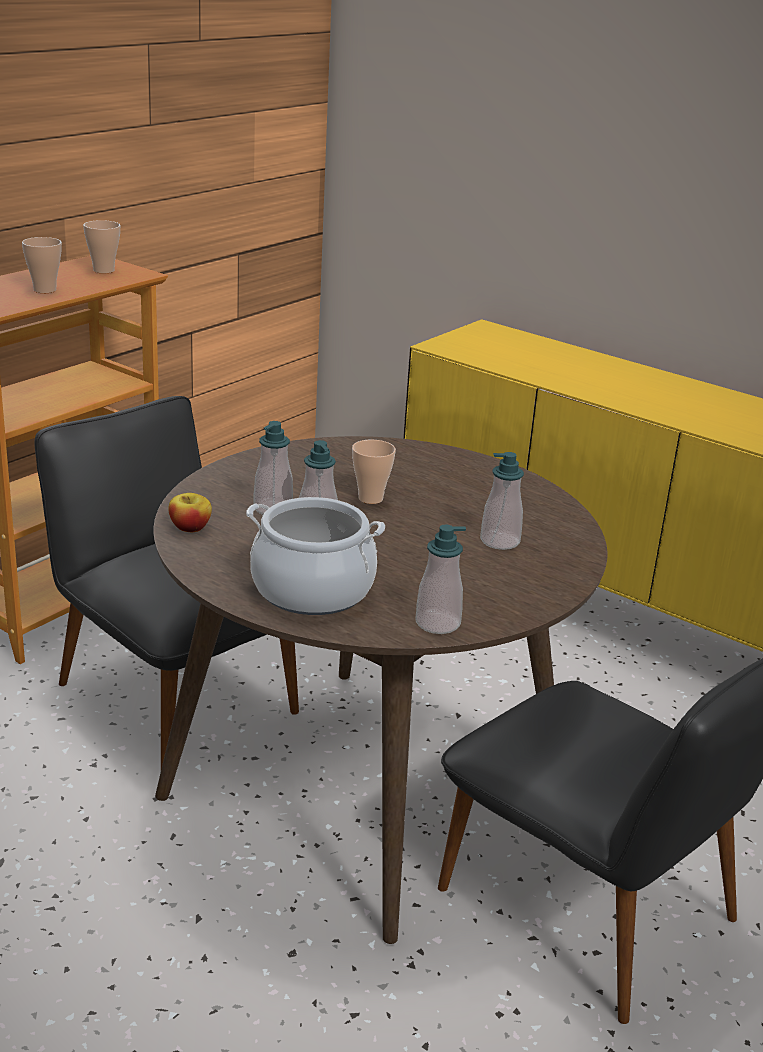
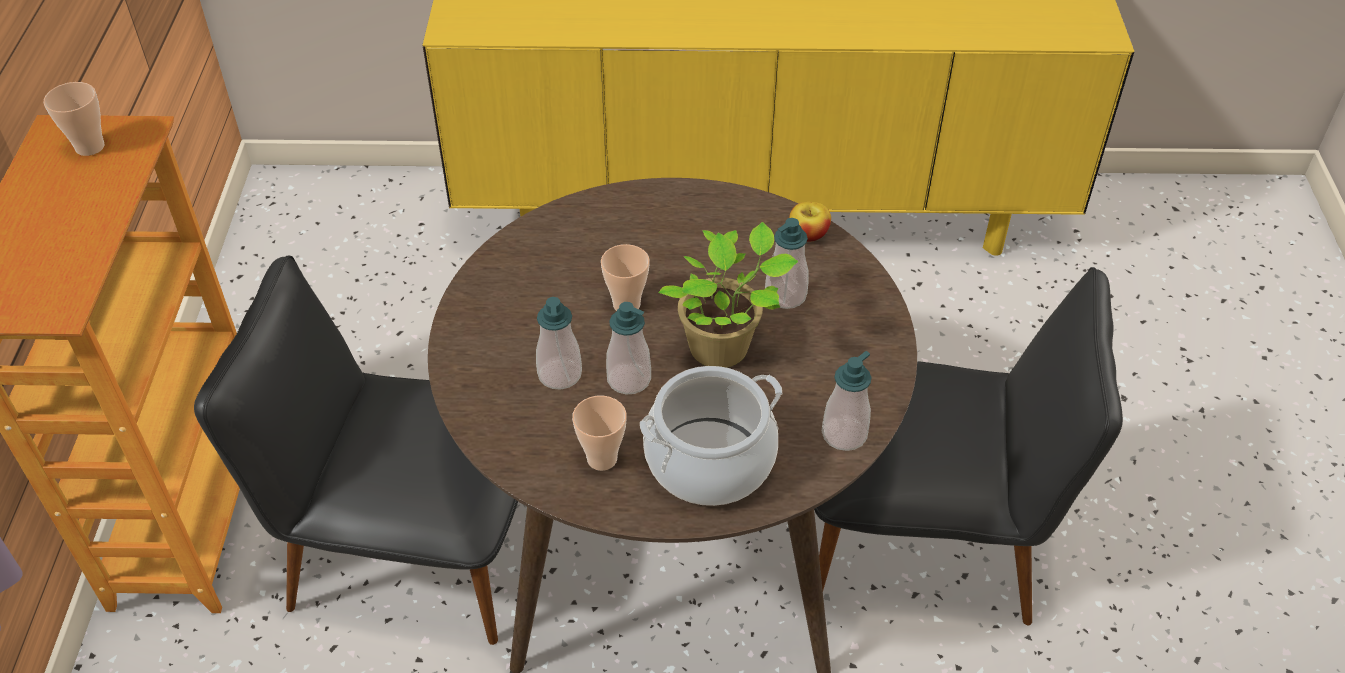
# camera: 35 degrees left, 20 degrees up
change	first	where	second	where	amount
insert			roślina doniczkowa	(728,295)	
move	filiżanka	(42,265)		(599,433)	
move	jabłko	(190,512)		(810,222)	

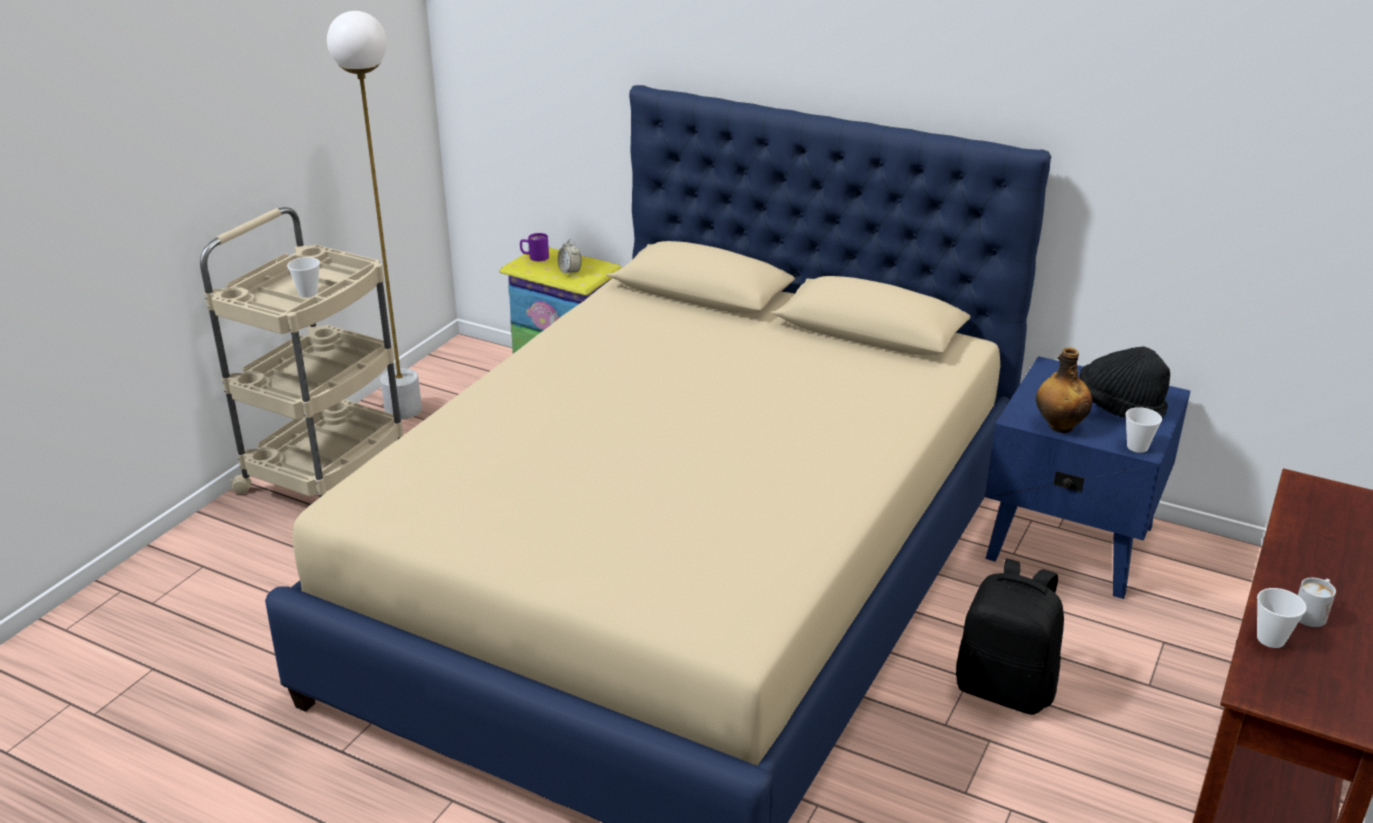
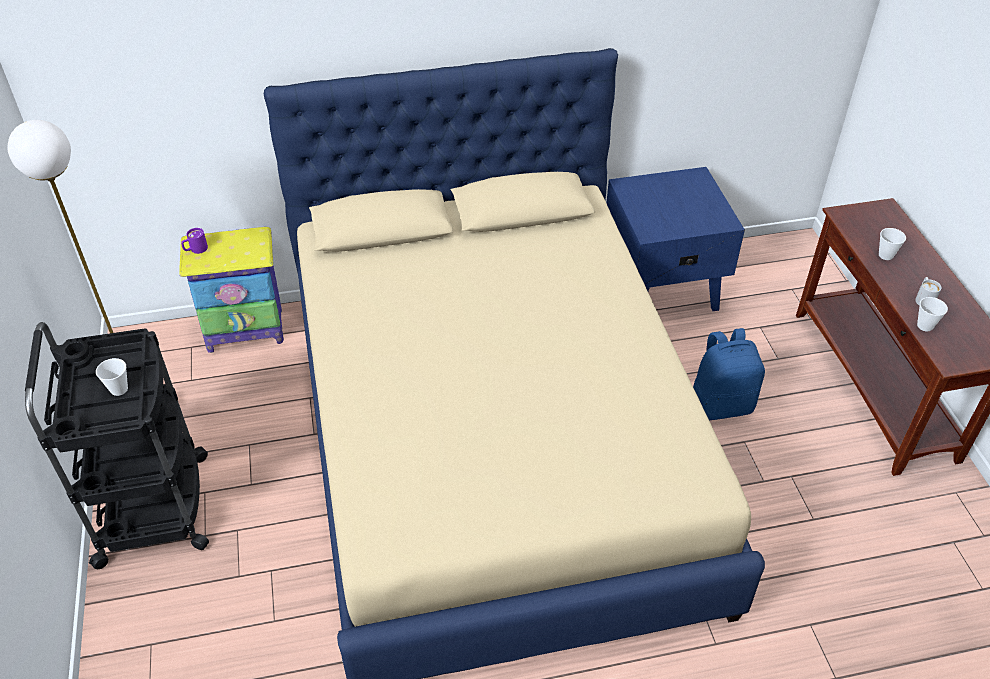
# camera: 40 degrees left, 15 degrees up
change	first	where	second	where	amount
delete	budzik	(569,257)			
delete	butelka	(1064,390)			
delete	kapelusz [czarny]	(1124,383)			
move	filiżanka	(1143,430)		(892,244)	
recolor	wózek [beżowy]	(302,352)	wózek [czarny]	(117,445)	
recolor	plecak [czarny]	(1010,637)	plecak [niebieski]	(729,374)	

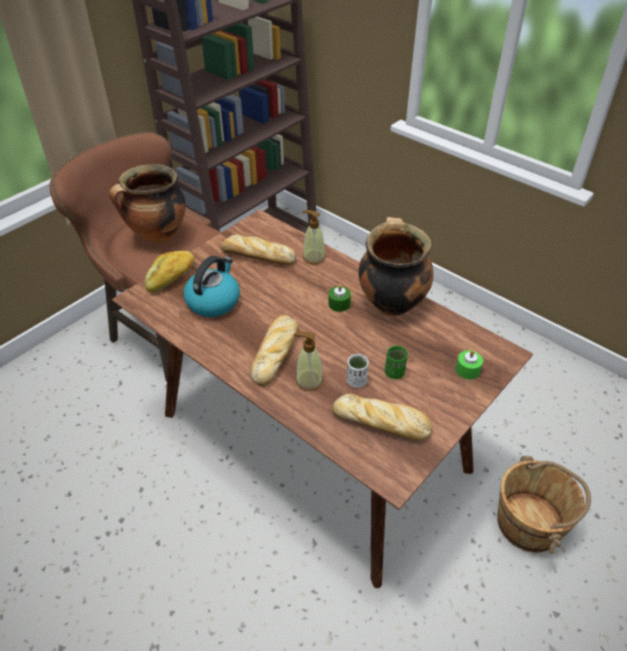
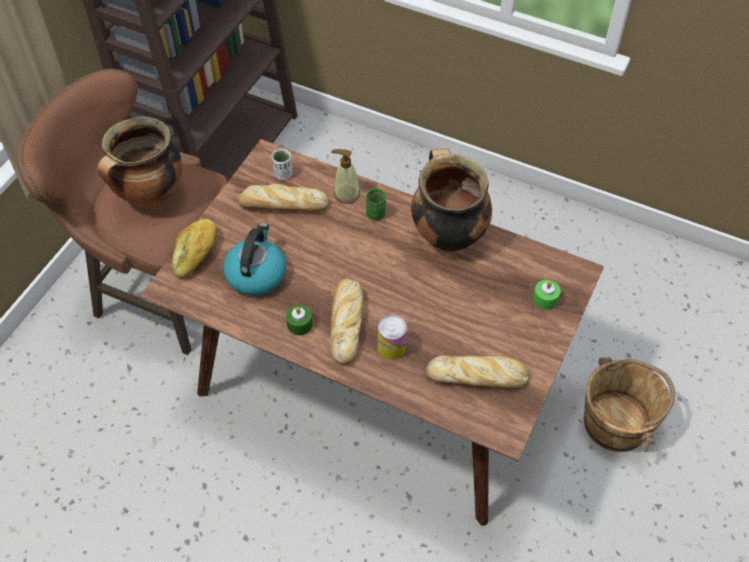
# camera: 15 degrees left, 10 degrees up
change	first	where	second	where	amount
move	świeca [zielony]	(339,298)		(299,320)	
move	filiżanka [biały]	(358,371)		(282,164)	
move	filiżanka [zielony]	(396,362)		(376,204)	
replace	dozownik mydła	(308,361)	puszka	(392,337)	

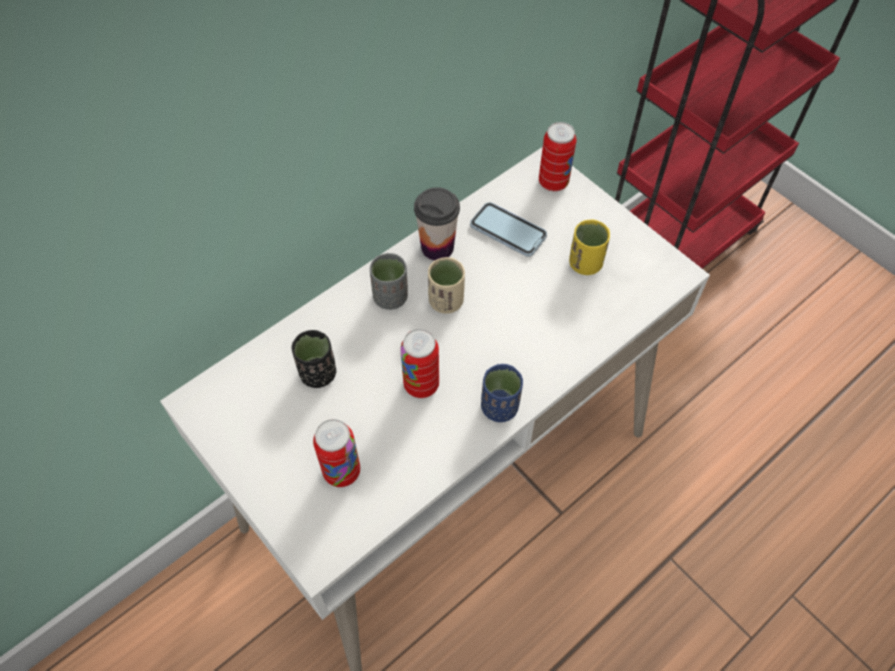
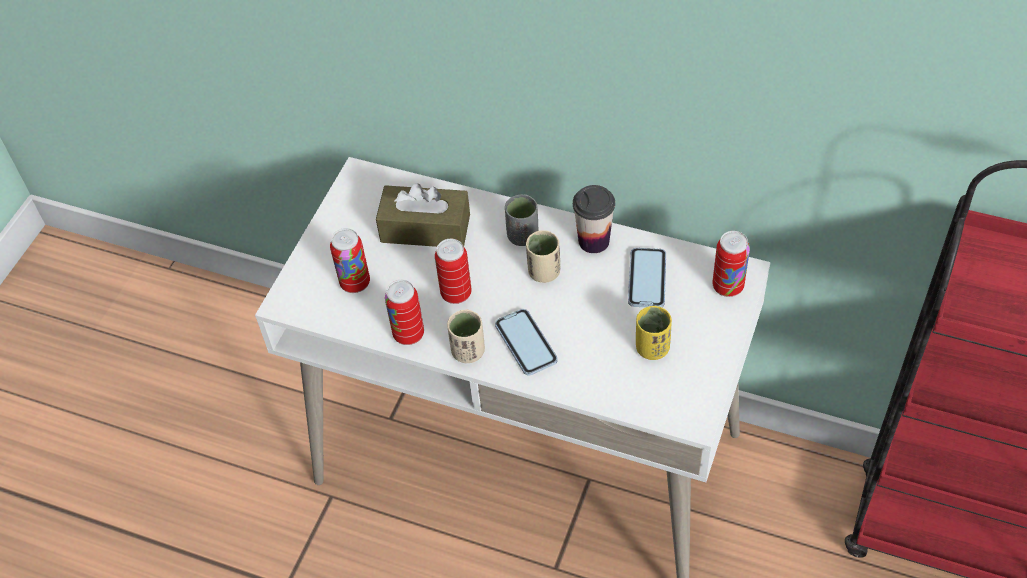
# camera: 65 degrees right, 5 degrees down
change	first	where	second	where	amount
insert			puszka	(404,312)	
insert			telefon	(526,342)	
replace	filiżanka [czarny]	(313,359)	pudełko chusteczek [brązowy]	(423,215)	
recolor	filiżanka [niebieski]	(502,393)	filiżanka [beżowy]	(466,336)	

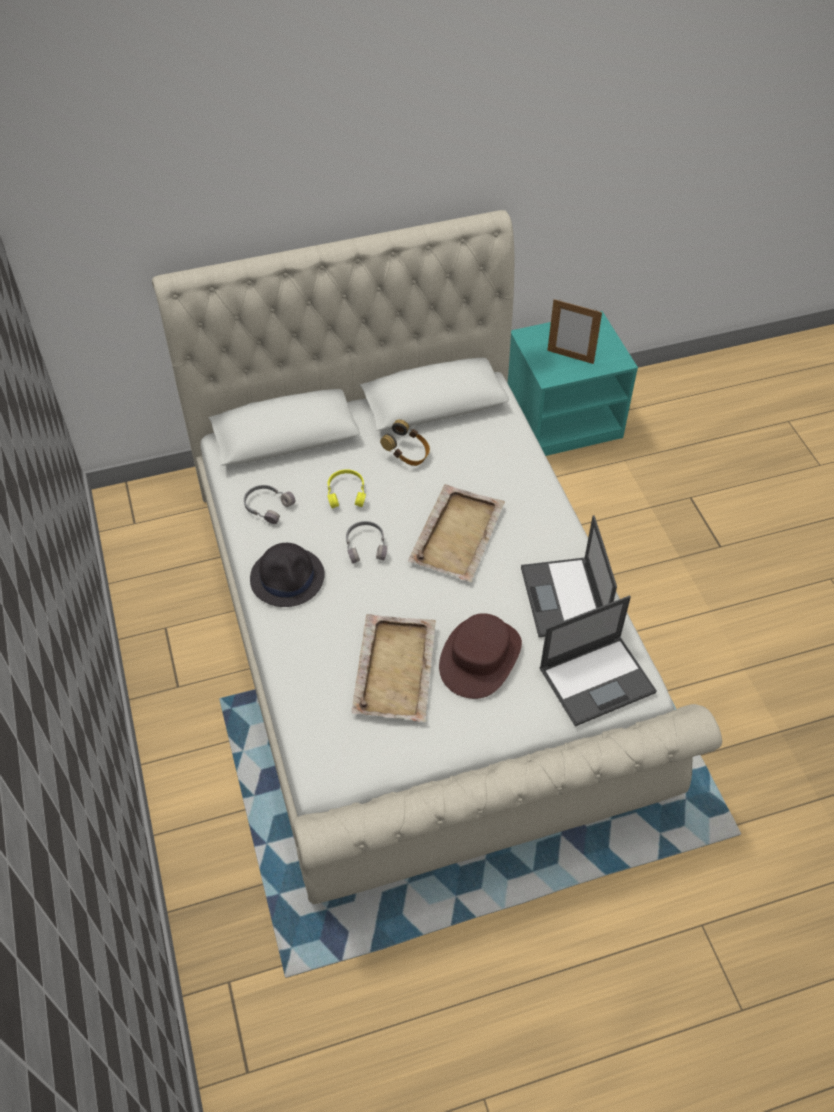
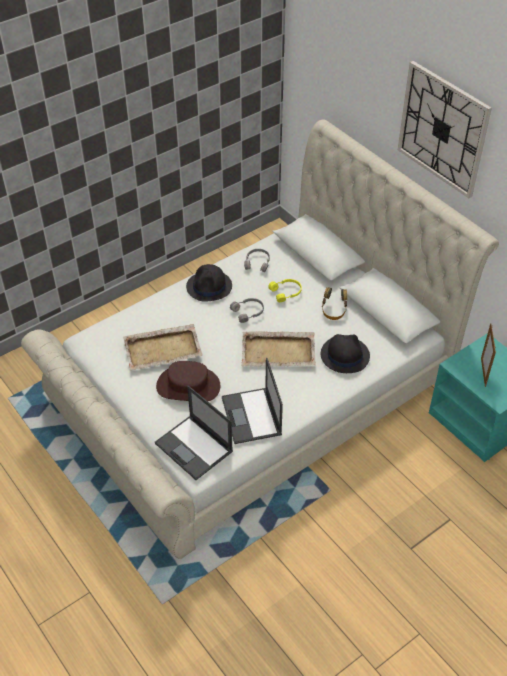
# camera: 70 degrees right, 5 degrees down
change	first	where	second	where	amount
insert			kapelusz [czarny]	(345,353)	
insert			zegar ścienny	(445,129)	
rotate	laptop	(569,576)		(252,401)	75 degrees counterclockwise

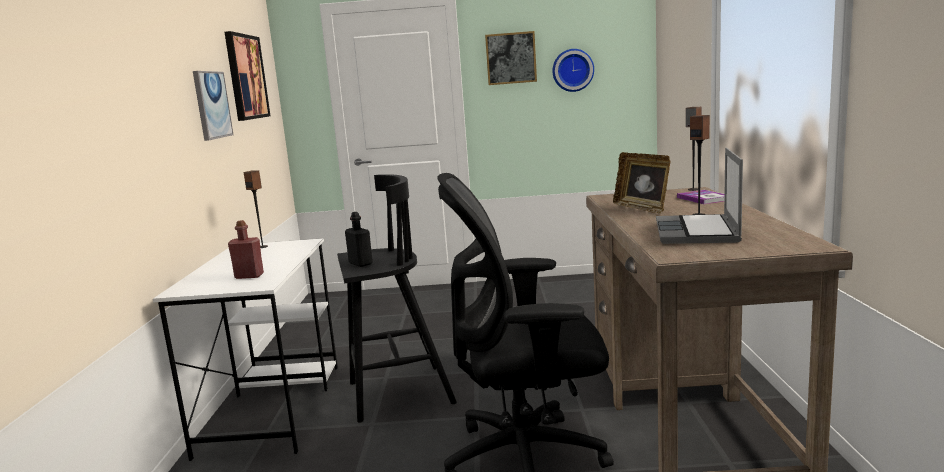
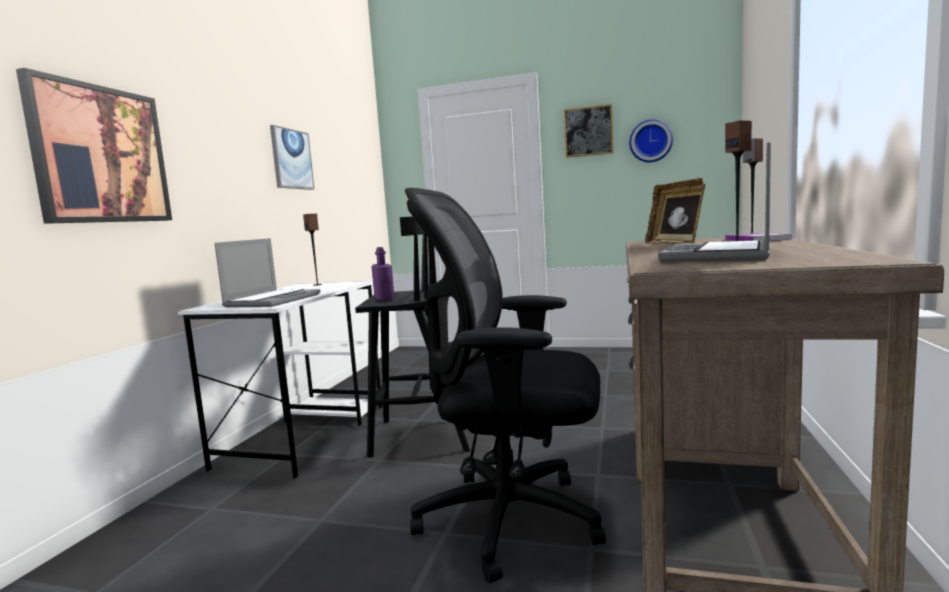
# camera: 15 degrees right, 5 degrees down
change	first	where	second	where	amount
move	obraz	(247,76)		(94,146)	
replace	butelka [czerwony]	(246,249)	laptop	(267,272)	
recolor	butelka [czarny]	(359,239)	butelka [fioletowy]	(383,274)	

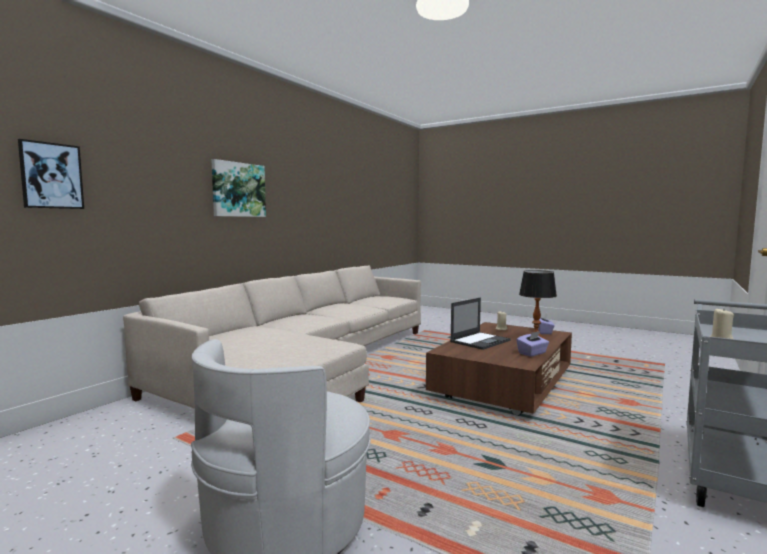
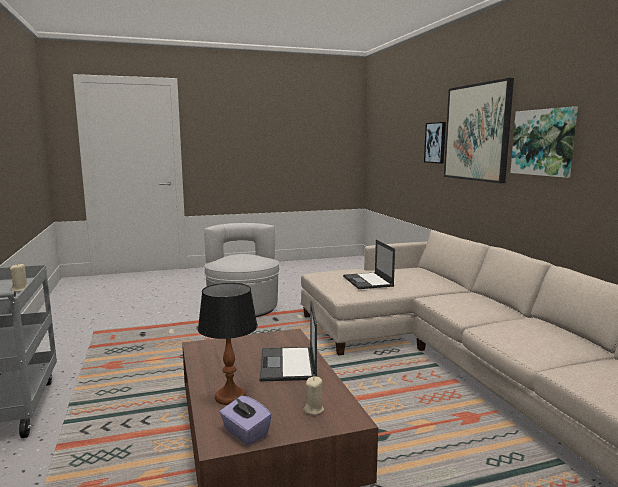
# camera: 130 degrees right, 5 degrees up
change	first	where	second	where	amount
delete	pudełko chusteczek [fioletowy]	(533,344)			
insert			laptop	(369,264)	
insert			obraz	(479,130)	

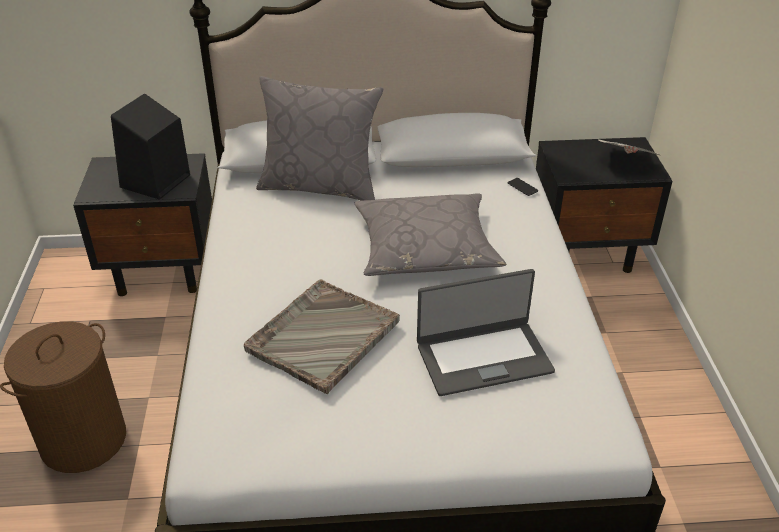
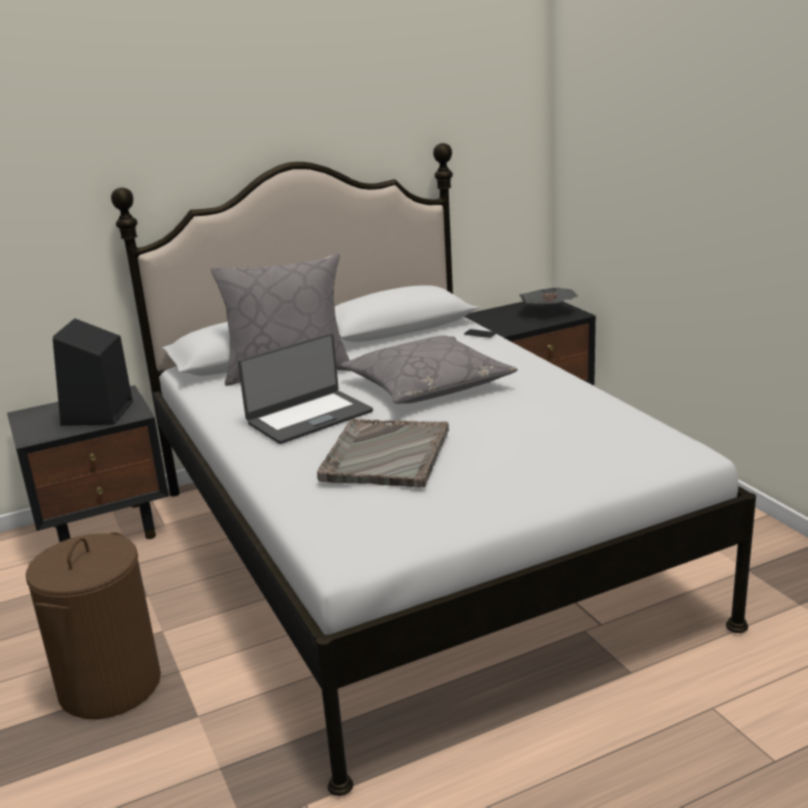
# camera: 20 degrees left, 15 degrees down
change	first	where	second	where	amount
move	laptop	(486,332)		(305,388)	

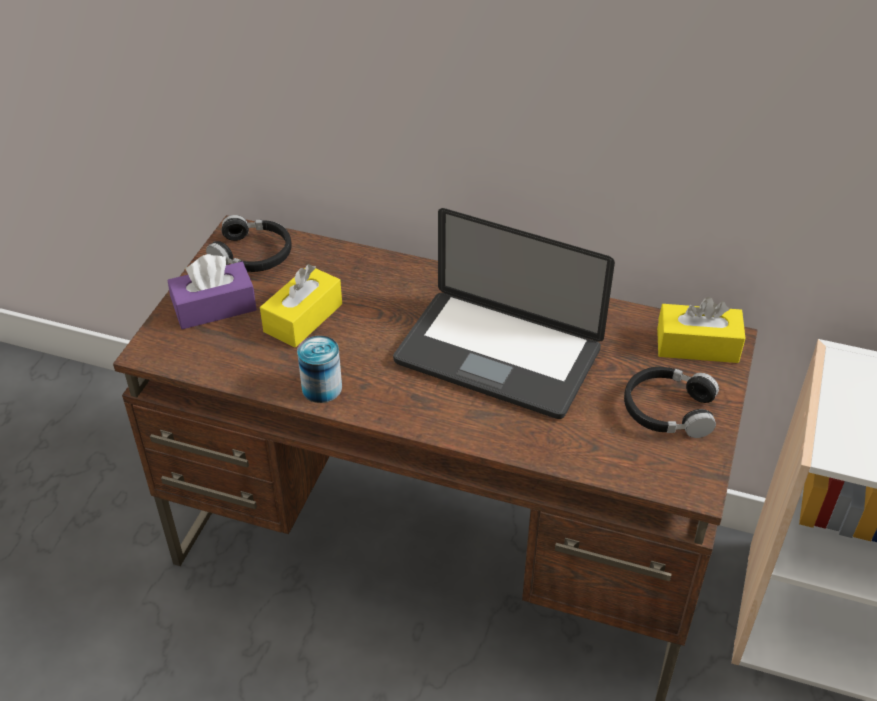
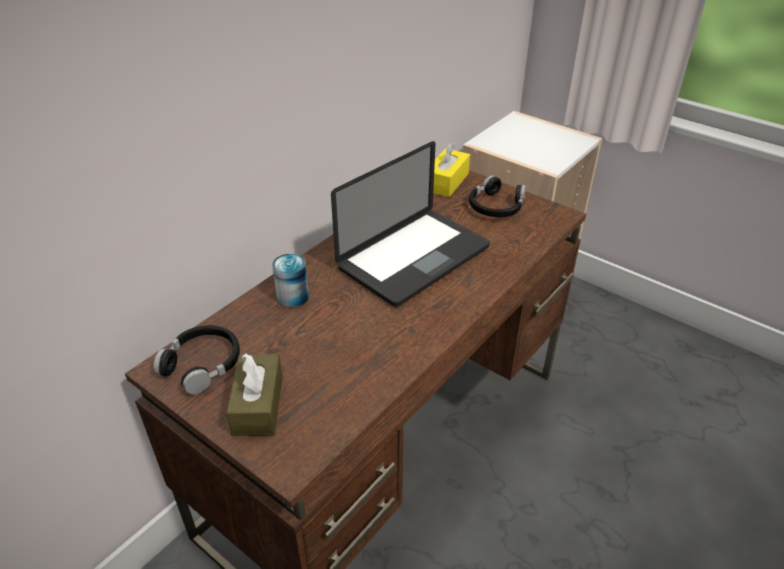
# camera: 70 degrees left, 5 degrees down
change	first	where	second	where	amount
delete	pudełko chusteczek [żółty]	(301,306)			
move	puszka	(319,369)		(290,280)	
recolor	pudełko chusteczek [fioletowy]	(212,291)	pudełko chusteczek [brązowy]	(254,394)	

